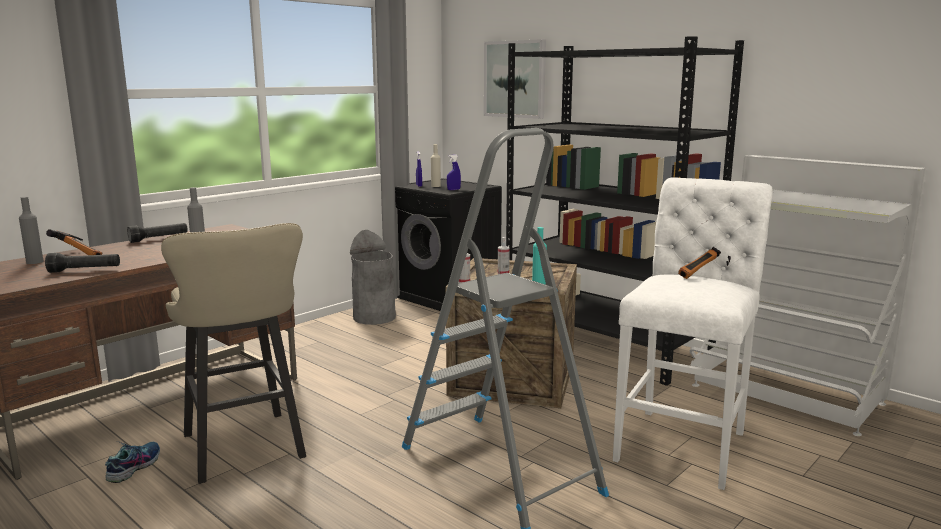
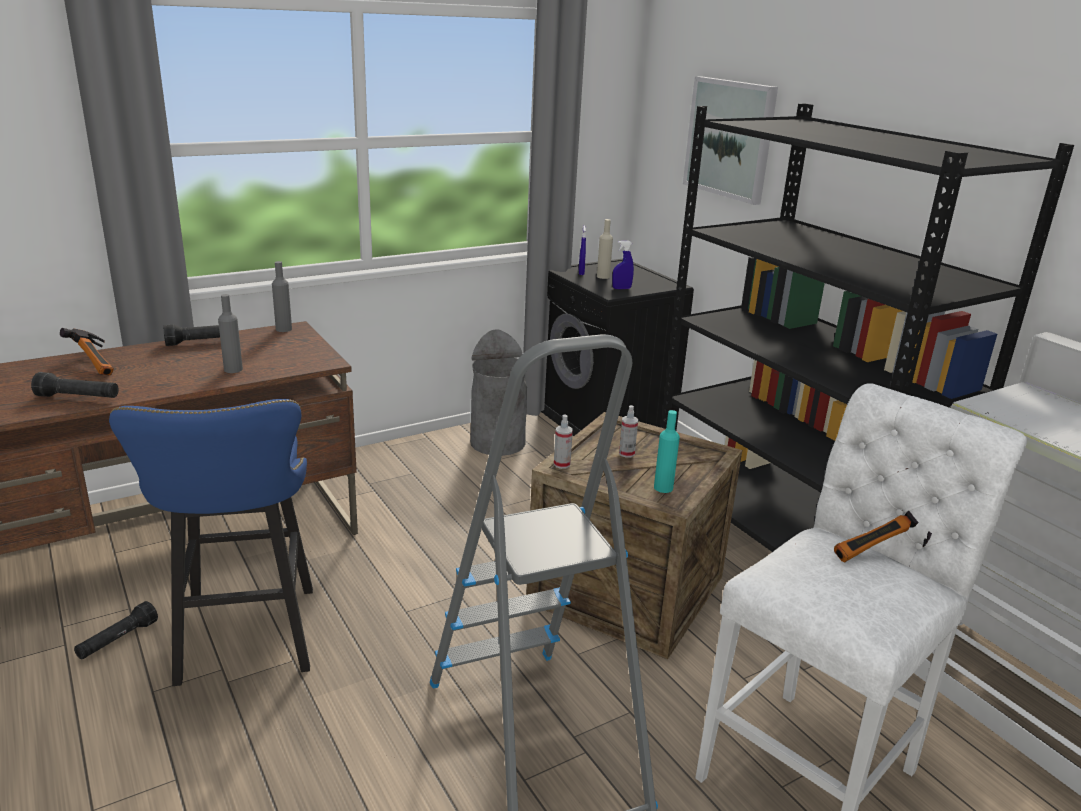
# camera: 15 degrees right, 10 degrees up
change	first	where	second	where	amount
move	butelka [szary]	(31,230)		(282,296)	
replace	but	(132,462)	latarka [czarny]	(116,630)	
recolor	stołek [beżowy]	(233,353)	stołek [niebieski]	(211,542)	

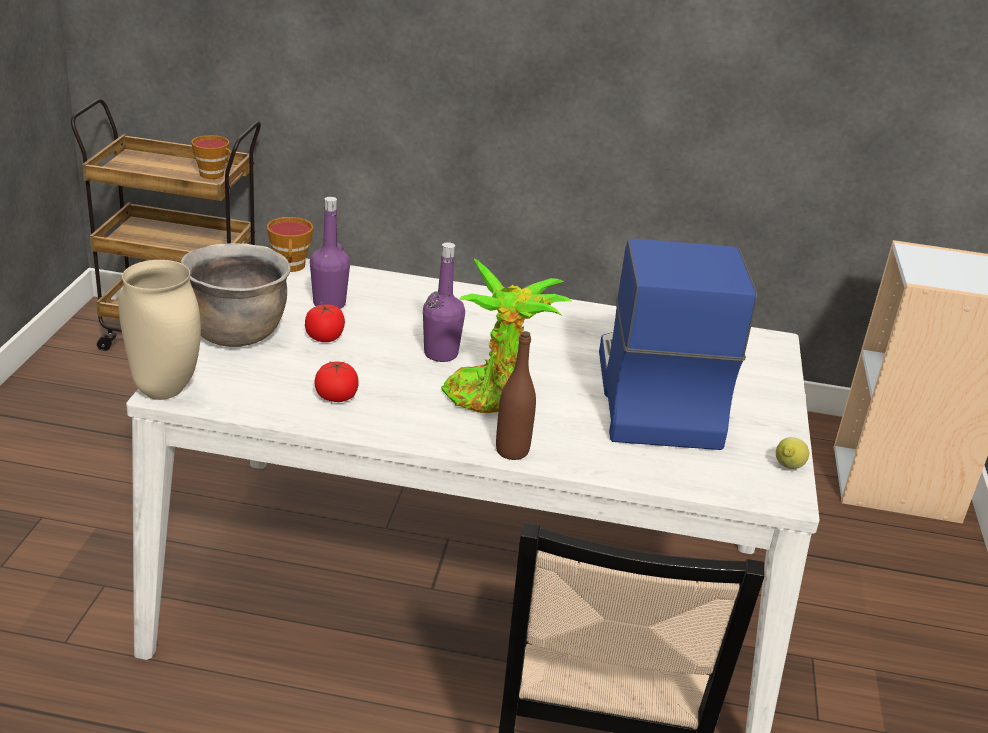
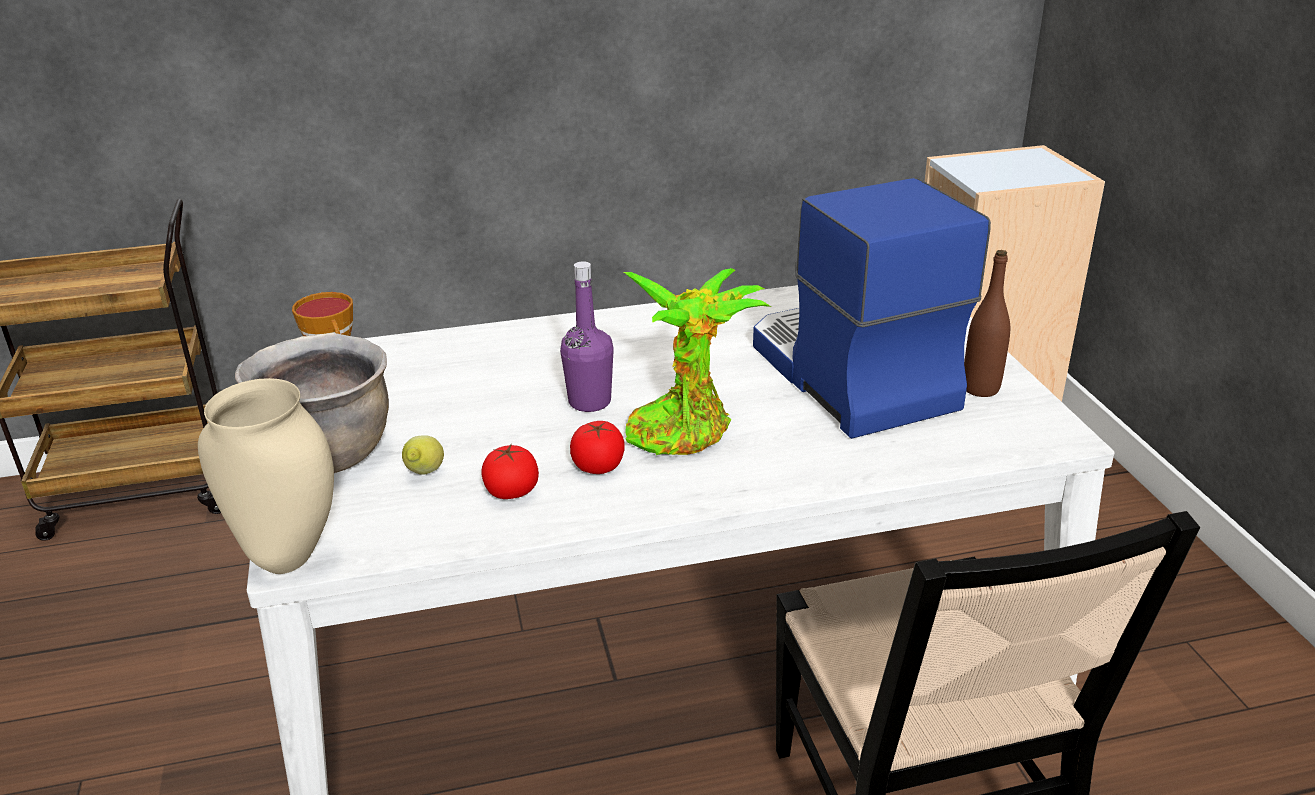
# camera: 20 degrees left, 0 degrees up
change	first	where	second	where	amount
delete	filiżanka	(211,157)			
delete	butelka [fioletowy]	(330,253)			
move	pomidor	(325,323)		(597,447)	
move	butelka [brązowy]	(516,395)		(987,323)	
move	cytryna	(792,453)		(423,455)	

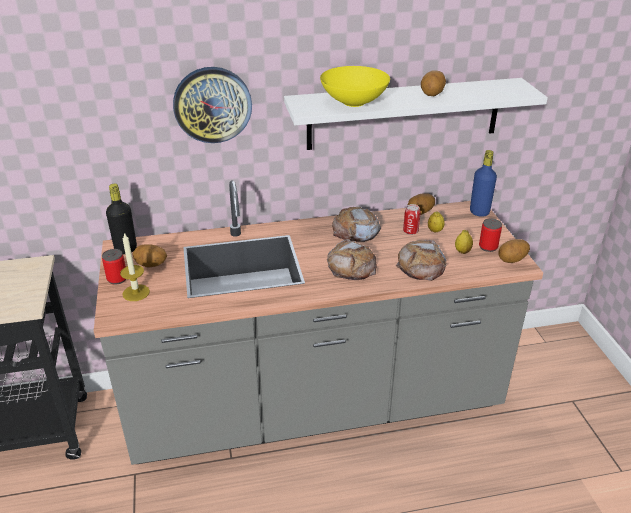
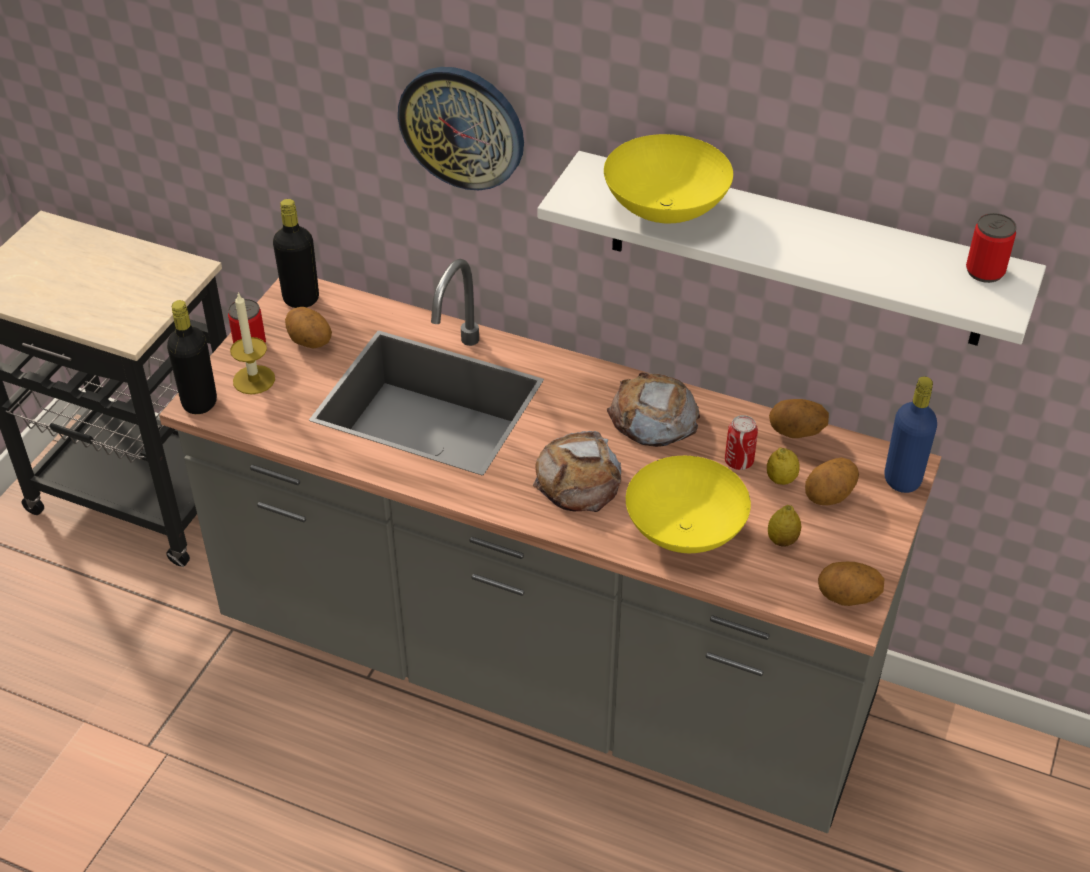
# camera: 35 degrees right, 10 degrees up
change	first	where	second	where	amount
insert			butelka [czarny]	(192,357)	
move	ziemniak	(433,83)		(832,481)	
move	puszka	(490,235)		(991,248)	
replace	chleb	(421,260)	miska [żółty]	(688,504)	

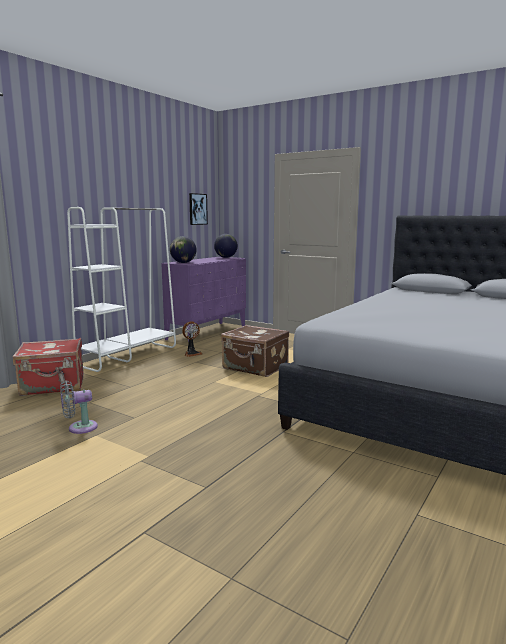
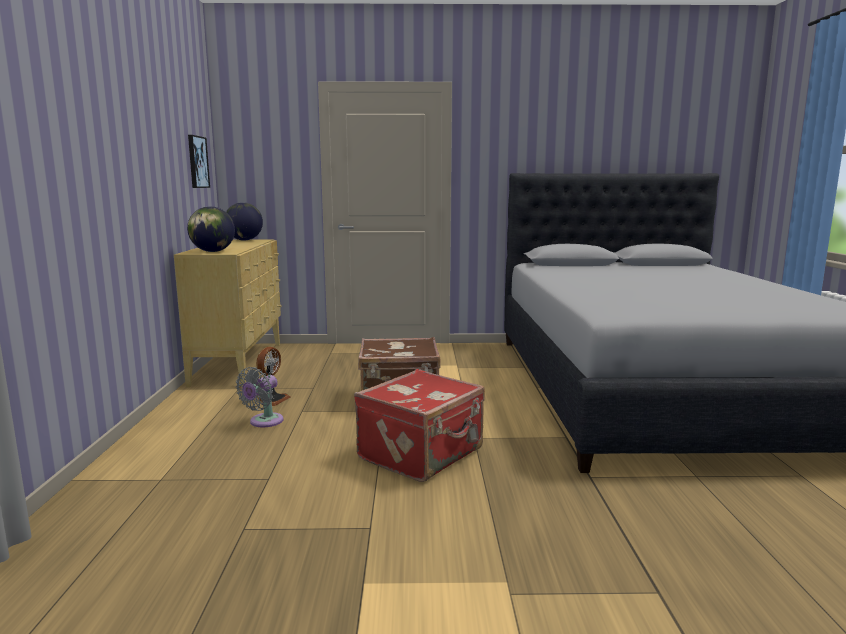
# camera: 35 degrees left, 0 degrees up
change	first	where	second	where	amount
delete	wieszak [biały]	(121,289)			
move	walizka [czerwony]	(48,367)		(419,425)	
move	wentylator [szary]	(79,407)		(260,397)	
recolor	komoda [fioletowy]	(203,299)	komoda [beżowy]	(228,313)	

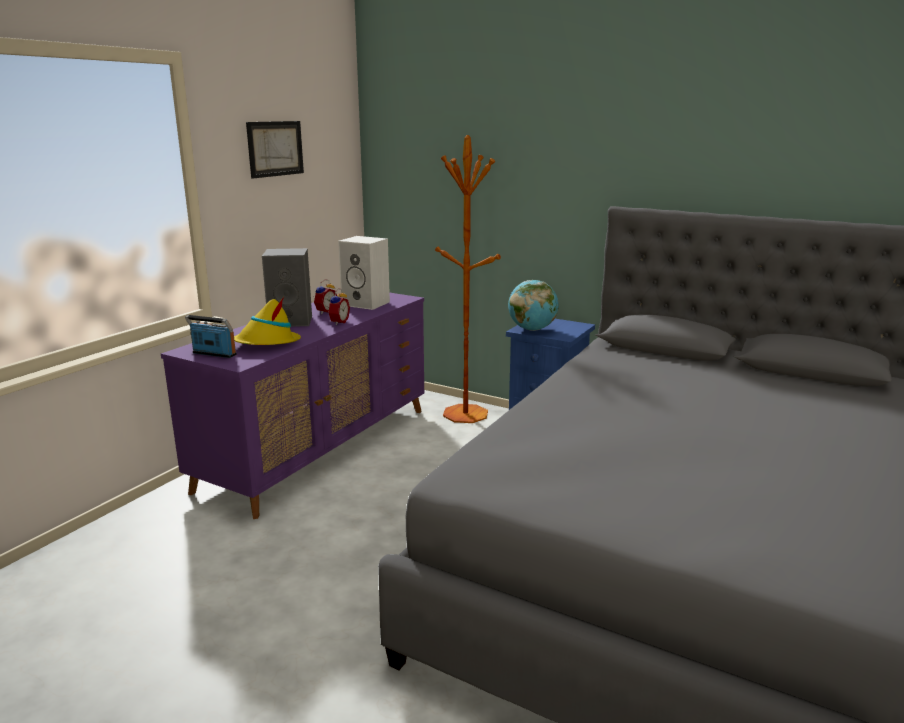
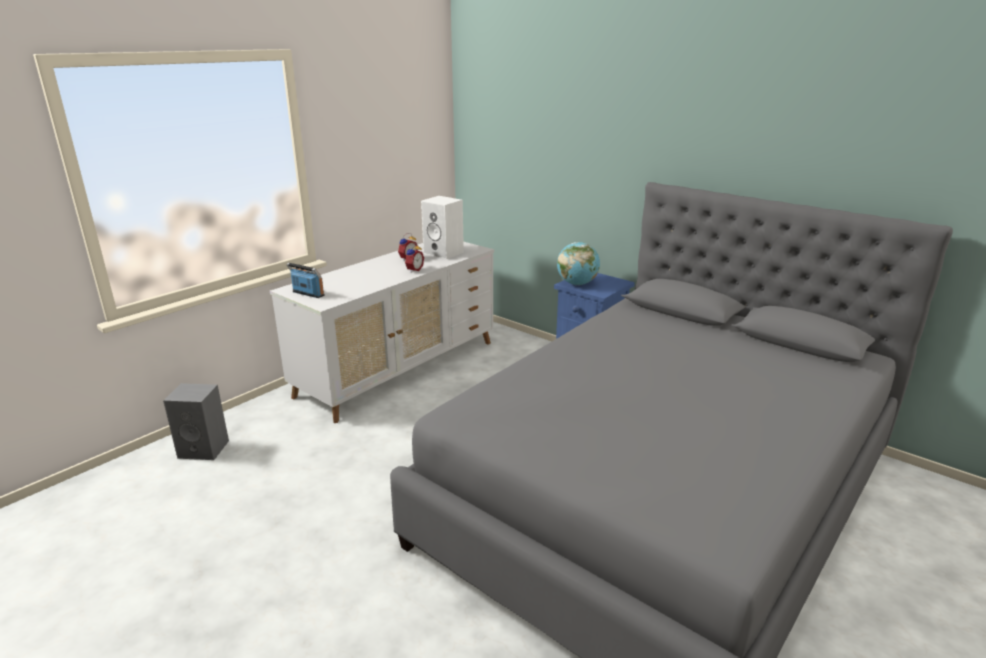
# camera: 10 degrees right, 5 degrees up
change	first	where	second	where	amount
delete	kapelusz [żółty]	(267,321)			
delete	obraz	(275,150)			
delete	wieszak [pomarańczowy]	(468,279)			
move	głośnik [szary]	(287,287)		(196,421)	
recolor	komoda [fioletowy]	(292,406)	komoda [biały]	(382,332)	

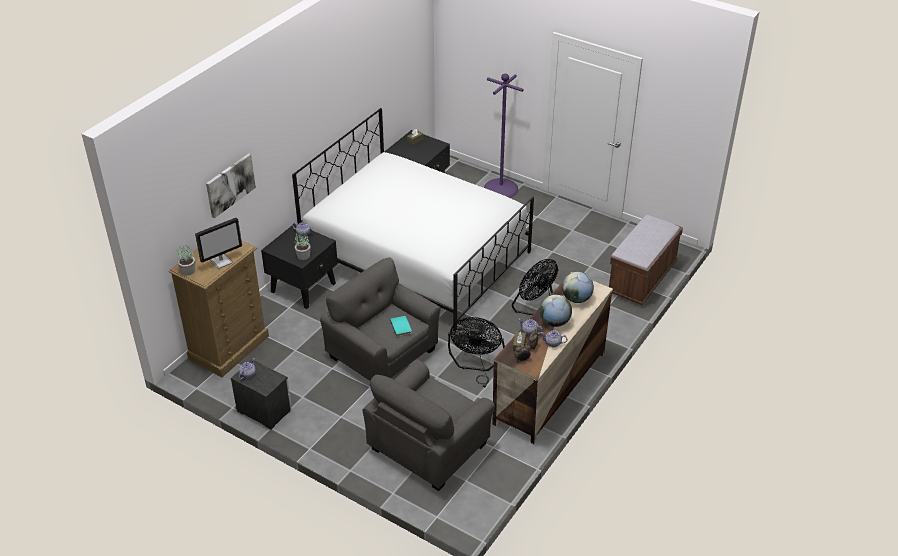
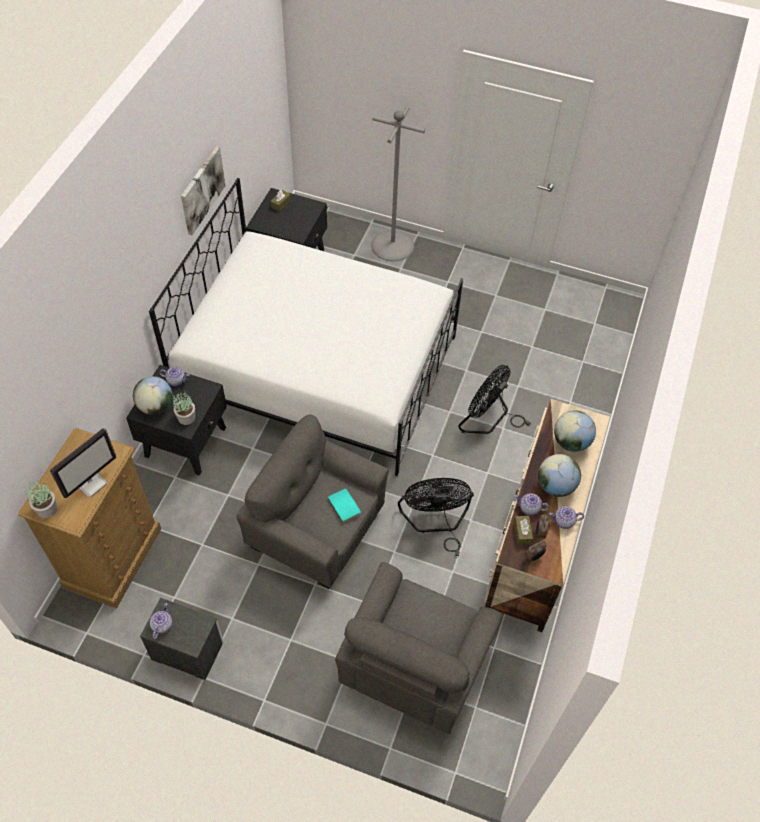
# camera: 15 degrees left, 15 degrees up
change	first	where	second	where	amount
delete	ławka [brązowy]	(646,260)			
insert			globus	(153,395)	
move	obraz	(231,185)		(203,190)	
recolor	wieszak [fioletowy]	(504,136)	wieszak [szary]	(398,184)	

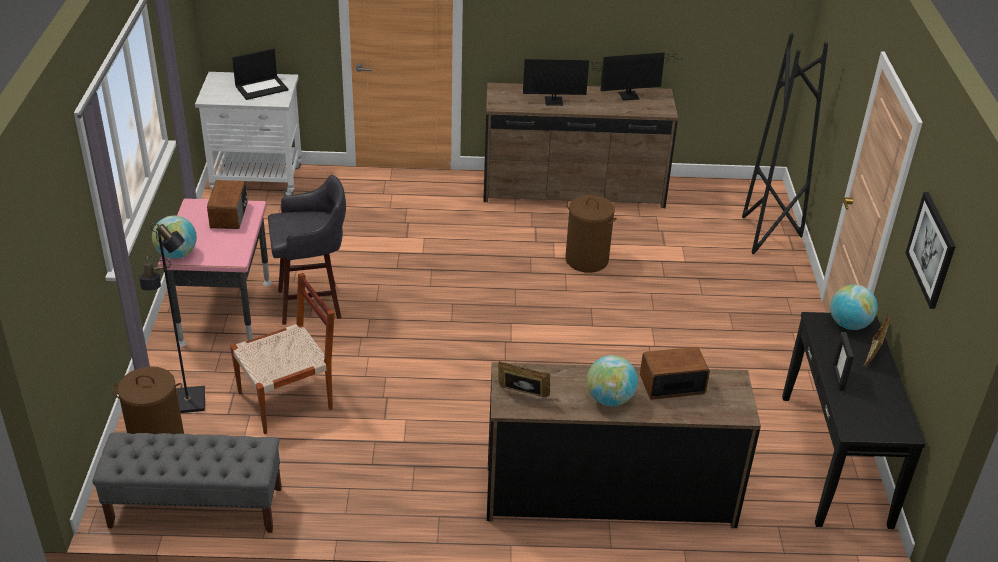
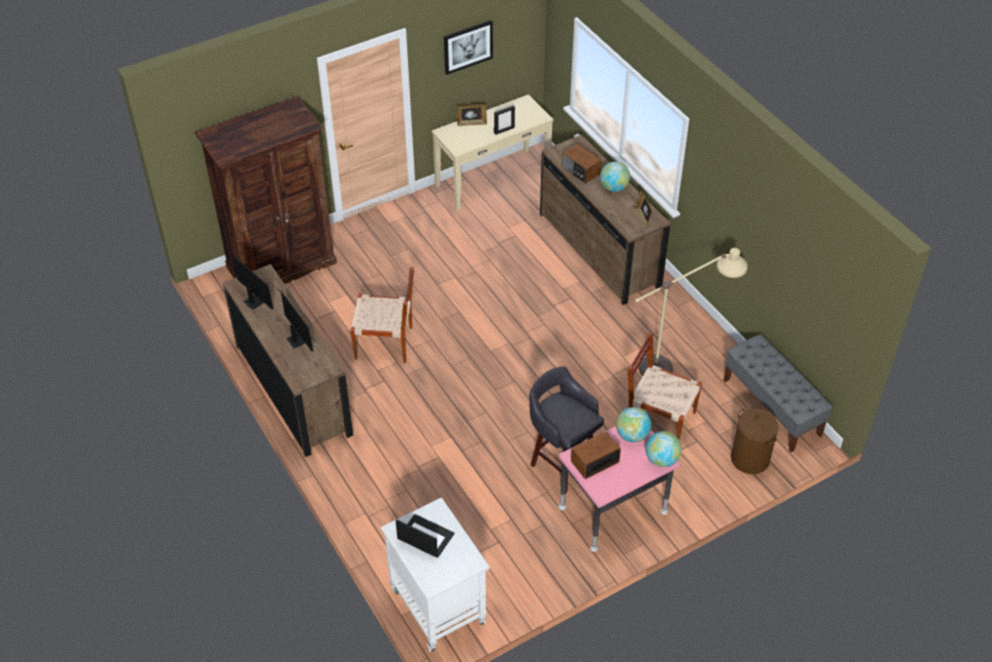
# camera: 120 degrees left, 10 degrees up
change	first	where	second	where	amount
delete	lampa stojąca [czarny]	(172,318)			
insert			lampa stojąca [beżowy]	(691,312)	
move	globus	(854,307)		(633,424)	
replace	kosz na pranie [brązowy]	(591,234)	krzesło	(382,315)	
replace	wieszak [czarny]	(785,143)	szafa [brązowy]	(265,190)	
recolor	stolik konsolowy [czarny]	(854,420)	stolik konsolowy [beżowy]	(492,152)	

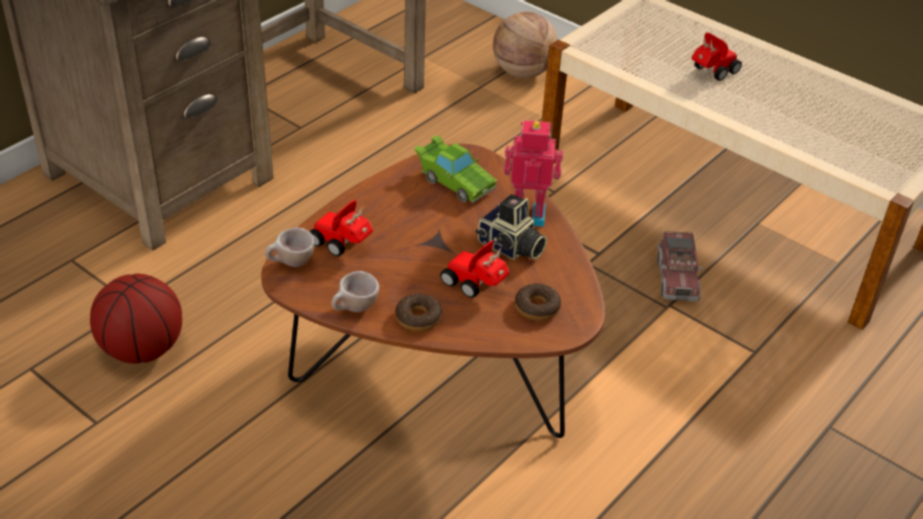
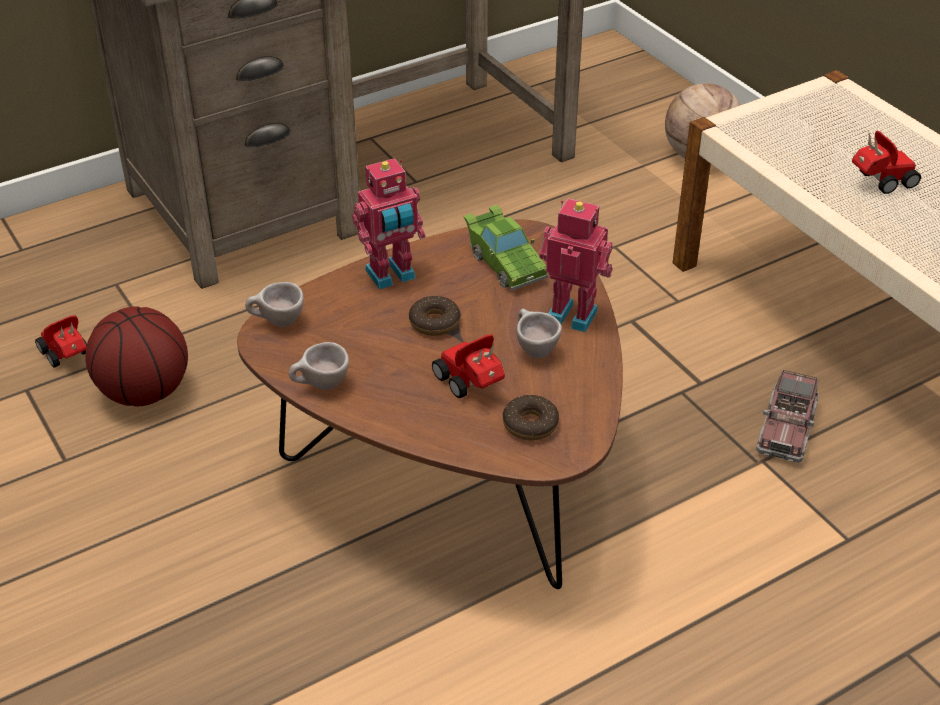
# camera: 20 degrees right, 0 degrees up
change	first	where	second	where	amount
insert			robot zabawkowy	(388,224)	
move	samochodzik	(341,228)		(61,341)	
move	donut	(418,313)		(435,316)	
replace	aparat fotograficzny	(511,227)	filiżanka [beżowy]	(539,333)	

